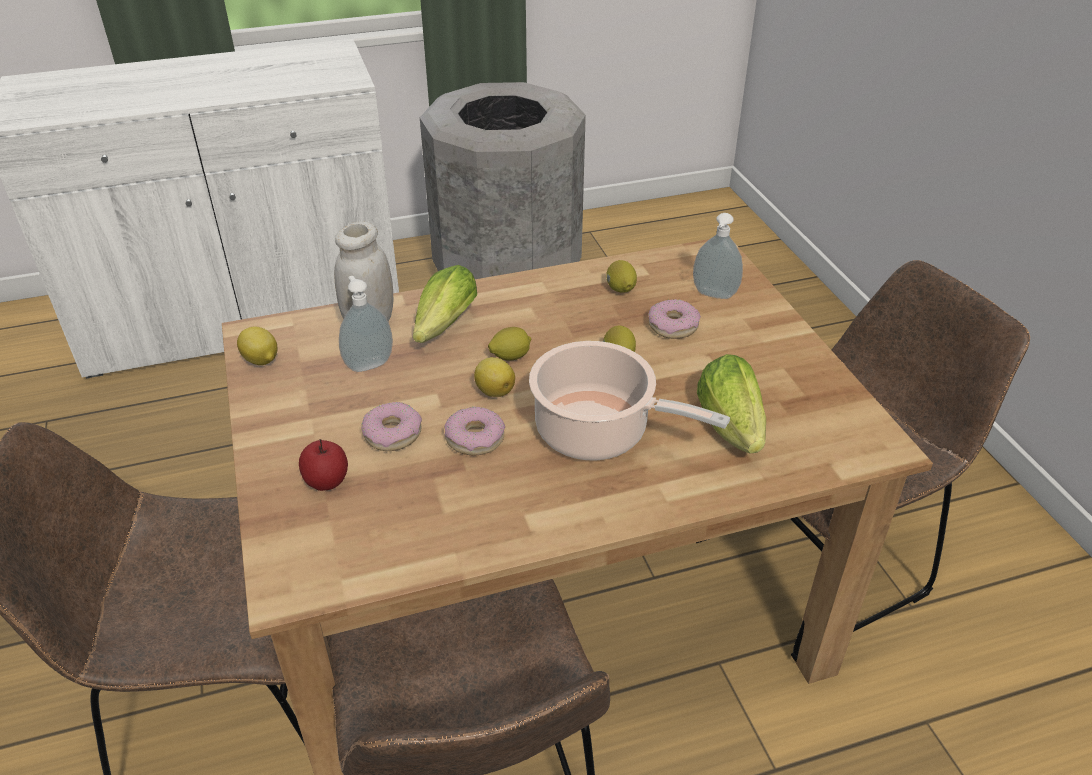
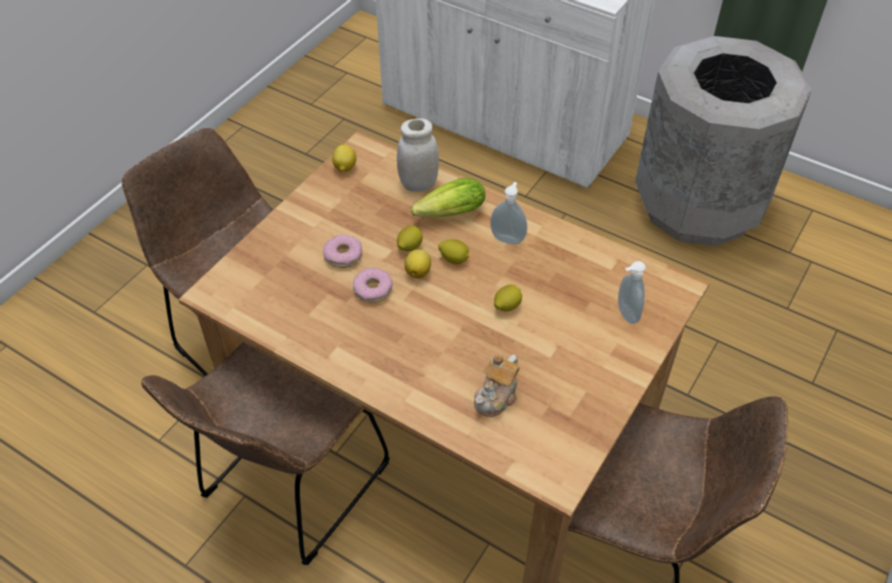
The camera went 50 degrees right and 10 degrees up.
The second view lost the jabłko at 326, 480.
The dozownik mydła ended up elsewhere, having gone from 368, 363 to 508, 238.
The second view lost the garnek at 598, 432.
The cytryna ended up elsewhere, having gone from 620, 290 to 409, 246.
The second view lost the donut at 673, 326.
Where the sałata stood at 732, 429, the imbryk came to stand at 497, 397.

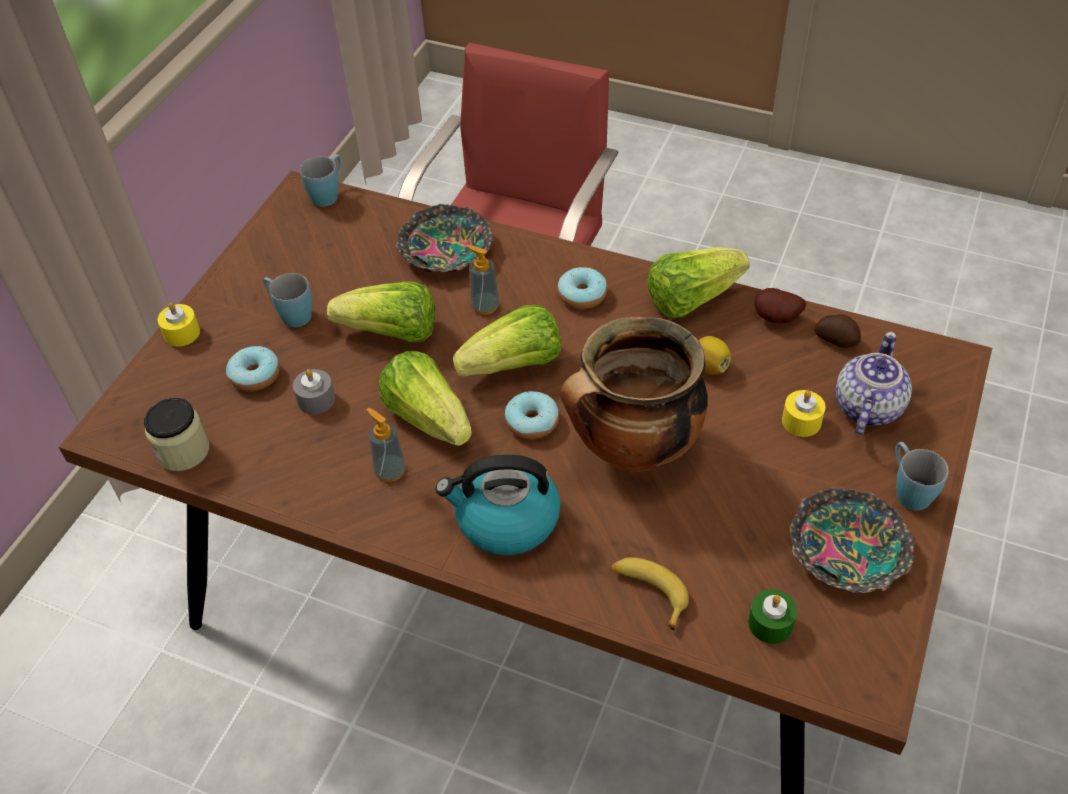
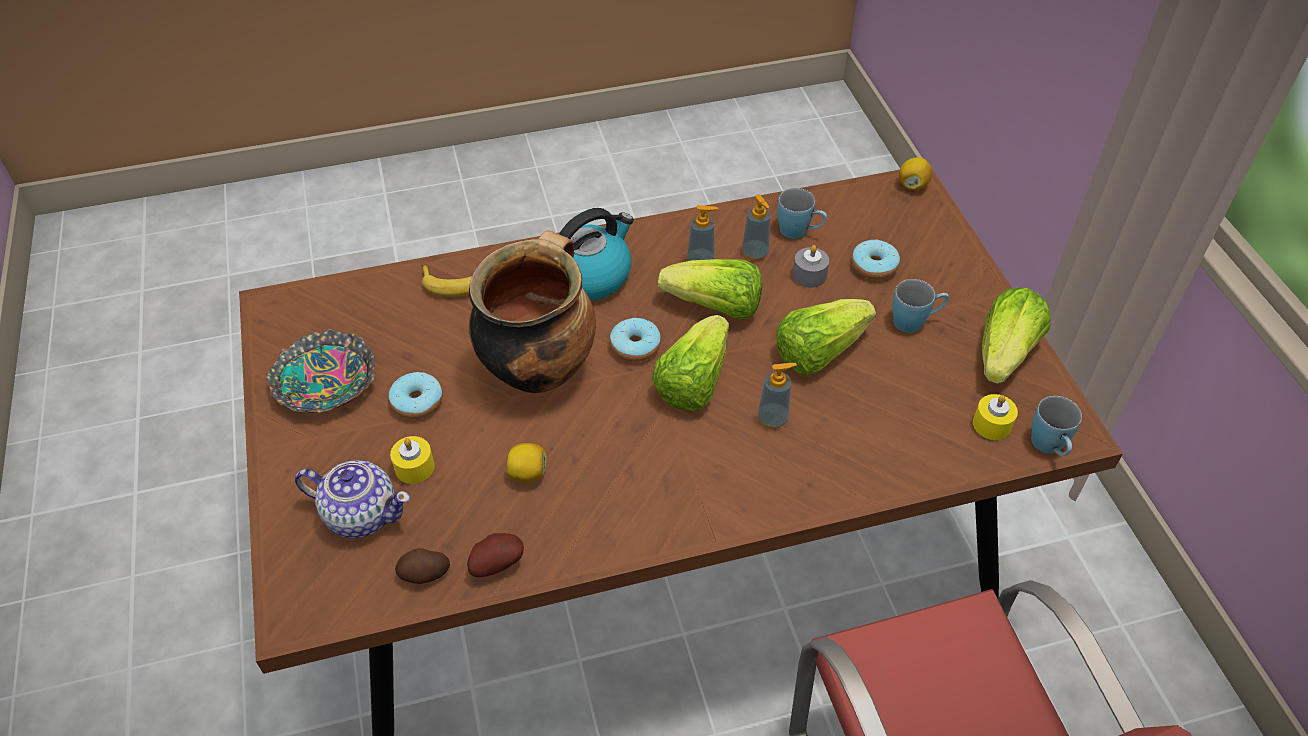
The camera went 140 degrees right and 0 degrees up.
The second view lost the słoik at 183, 451.
The świeca (żółty) ended up elsewhere, having gone from 182, 333 to 992, 424.
The second view lost the miska at 446, 251.
The donut ended up elsewhere, having gone from 582, 295 to 417, 402.
The sałata ended up elsewhere, having gone from 691, 299 to 1005, 353.
The second view lost the świeca (zielony) at 770, 623.
The imbryk at 866, 407 ended up facing another way, 60 degrees counterclockwise from before.
The kubek (niebieski) ended up elsewhere, having gone from 908, 490 to 799, 232.
The second view gained the dozownik mydła at 755, 253.
The second view gained the cytryna at 912, 185.

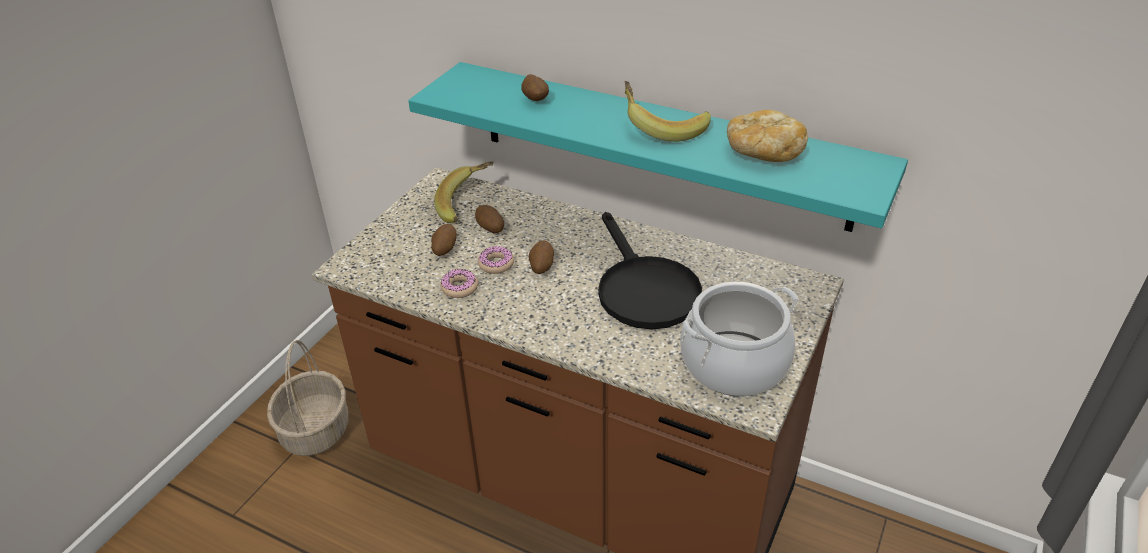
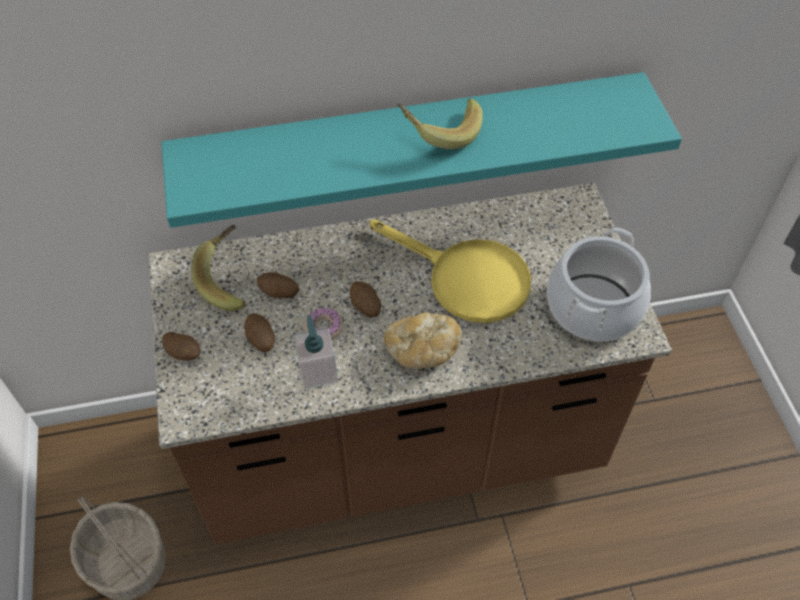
The camera went 40 degrees left and 15 degrees up.
Where the donut stood at 459, 288, the dozownik mydła came to stand at 318, 371.
The ziemniak ended up elsewhere, having gone from 535, 100 to 184, 353.
What was the patelnia (czarny) at 643, 288 turned into the patelnia (żółty) at 466, 279.
The chleb ended up elsewhere, having gone from 762, 153 to 421, 350.

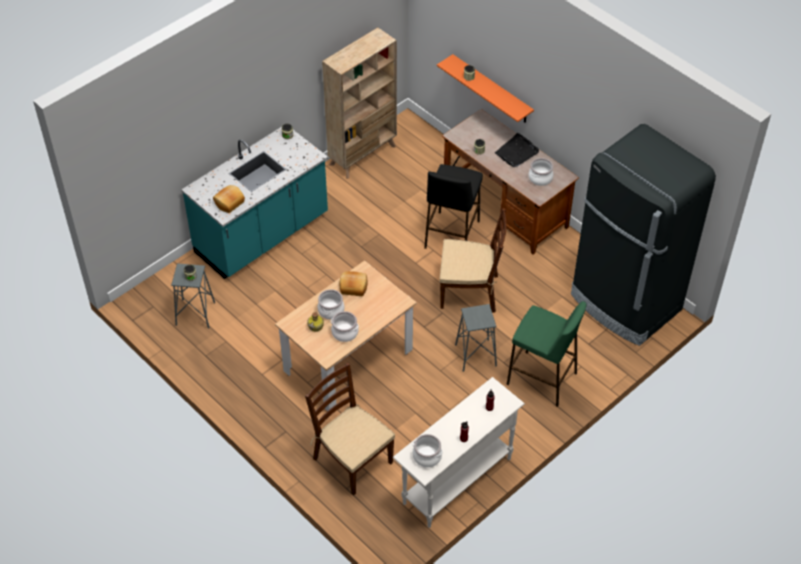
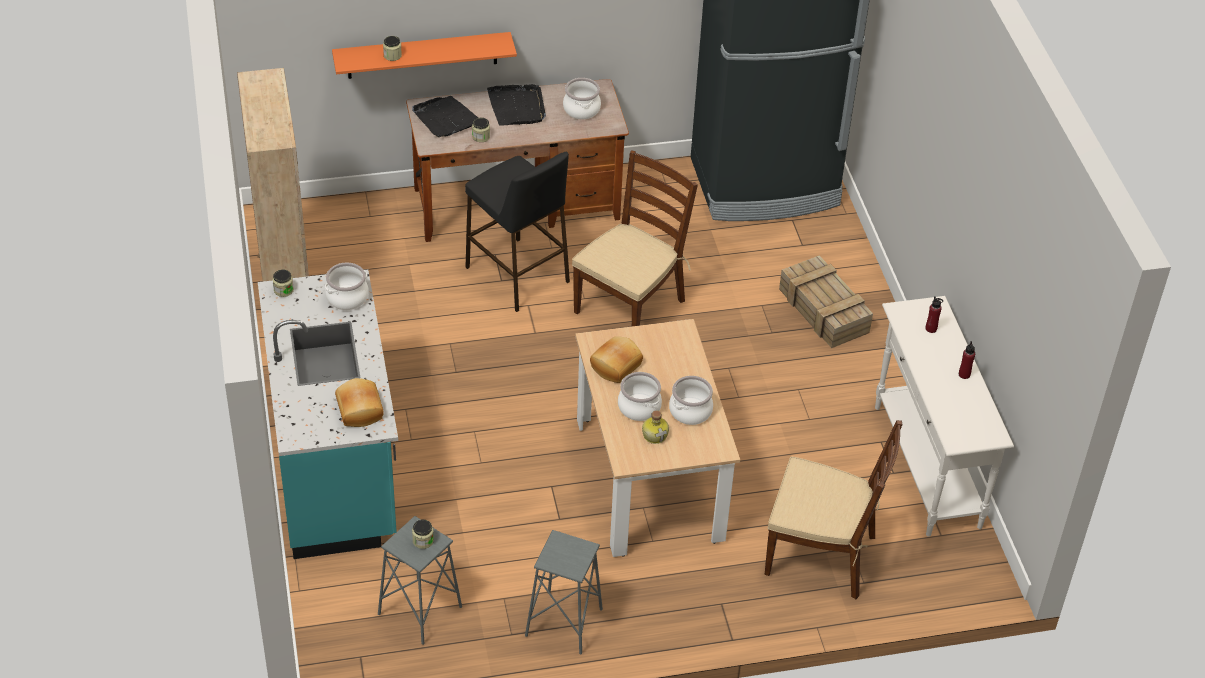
The camera went 60 degrees left and 5 degrees down.
The krzesło (brązowy) at 352, 460 ended up facing another way, 150 degrees counterclockwise from before.
The garnek ended up elsewhere, having gone from 427, 456 to 347, 297.
The stołek (szary) ended up elsewhere, having gone from 475, 355 to 564, 623.
Where the stołek (zielony) stood at 542, 379, the skrzynka came to stand at 825, 311.
The second view gained the taca (czarny) at 446, 119.

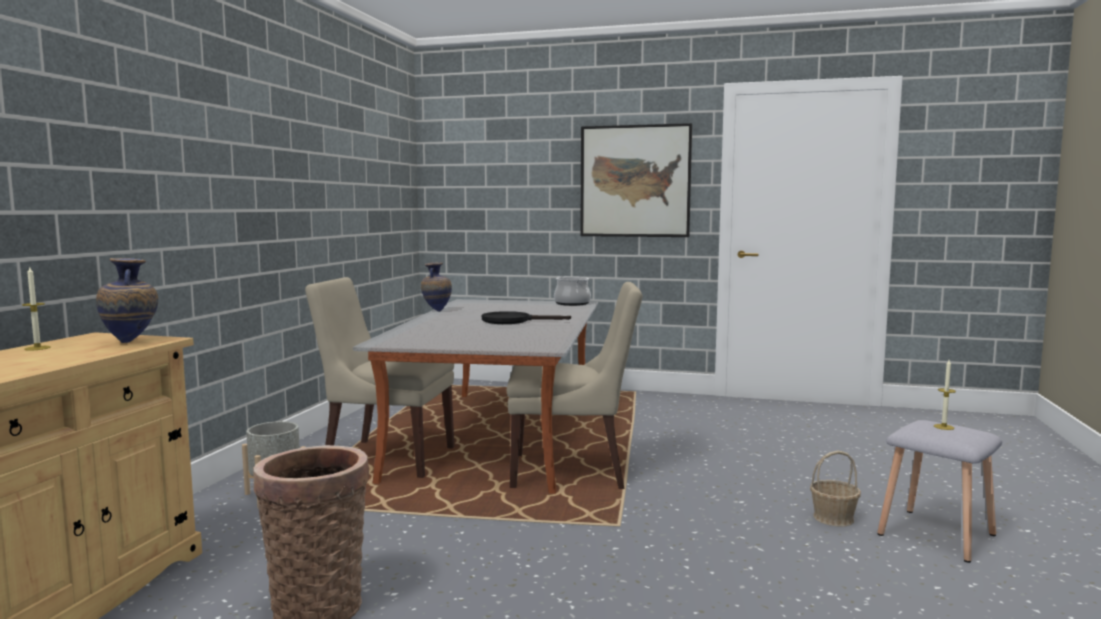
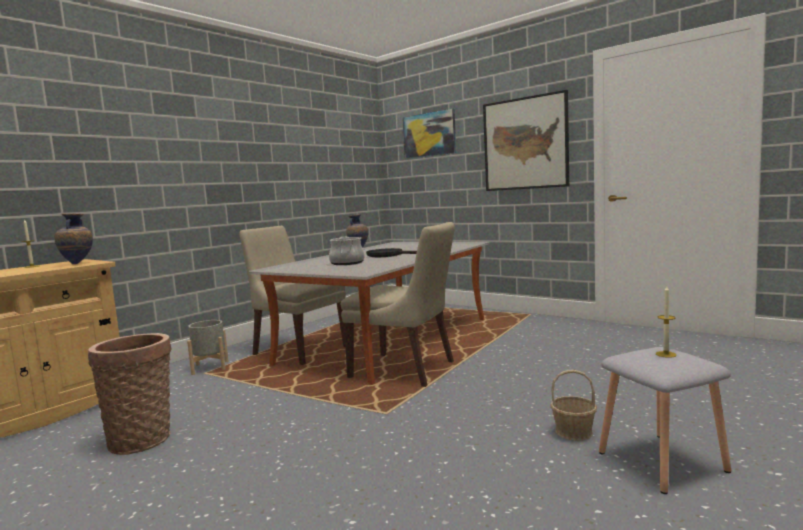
The camera went 25 degrees right and 0 degrees up.
The garnek ended up elsewhere, having gone from 572, 303 to 347, 263.
The second view gained the obraz at 429, 134.

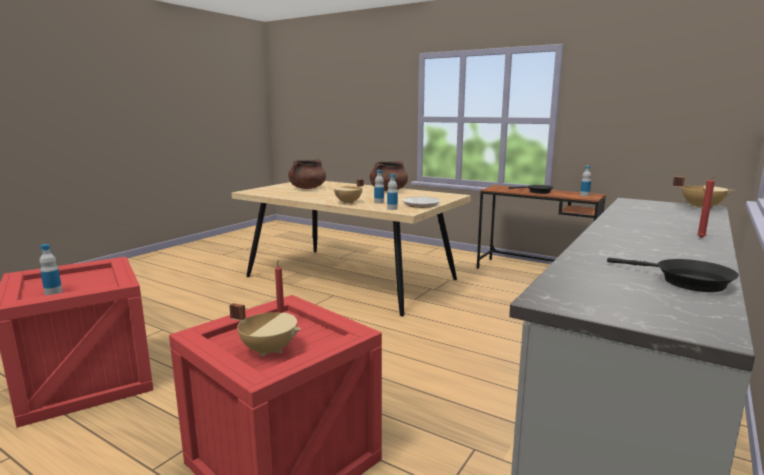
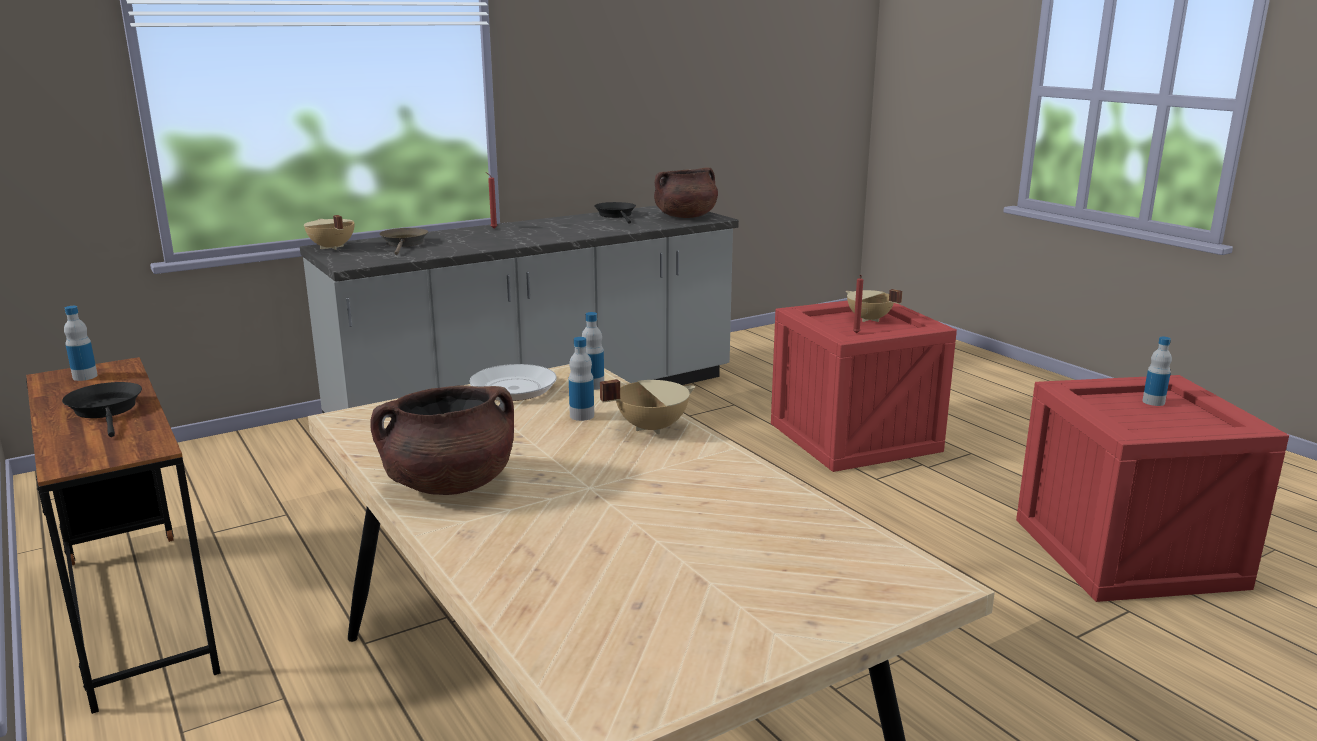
The camera went 155 degrees left and 5 degrees up.
The garnek (brązowy) ended up elsewhere, having gone from 307, 188 to 685, 216.
The second view gained the patelnia (brązowy) at 404, 244.

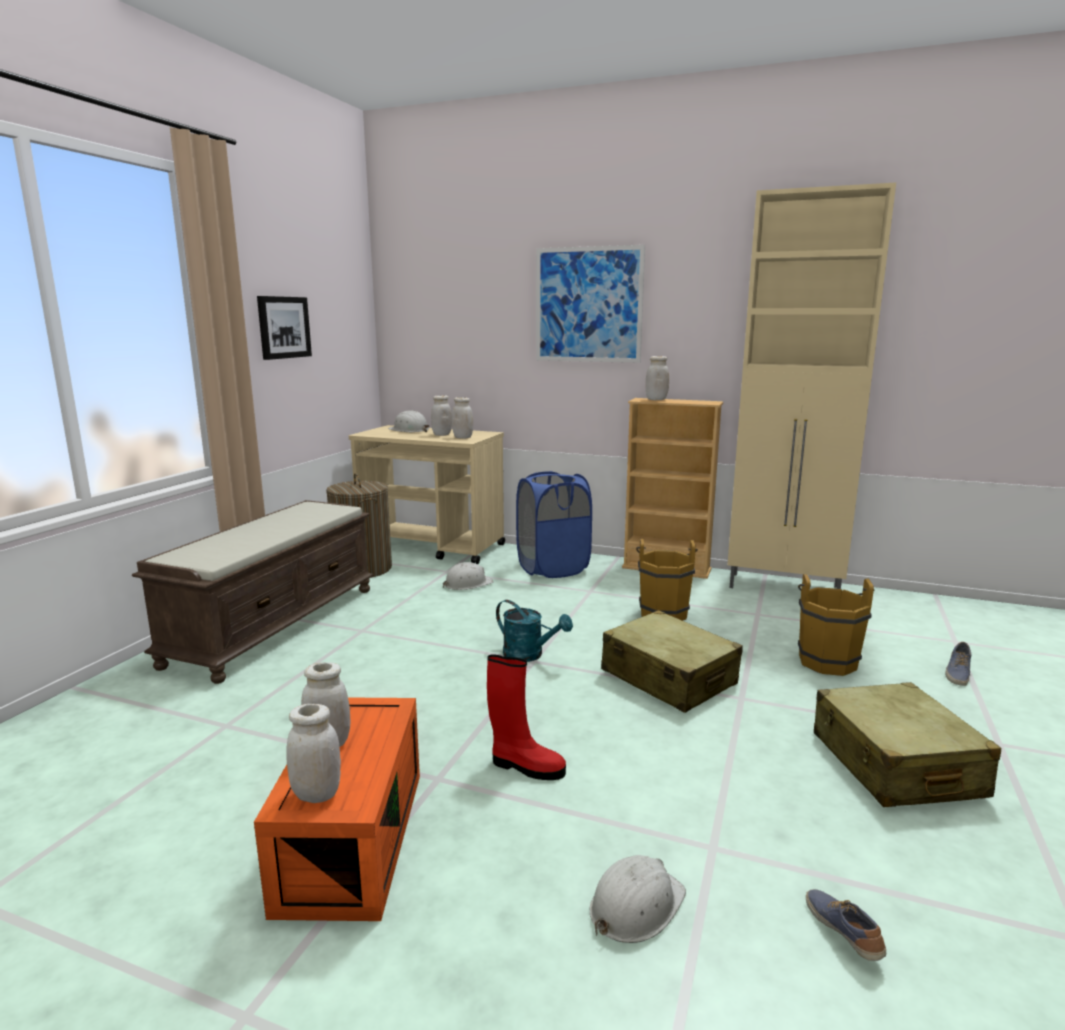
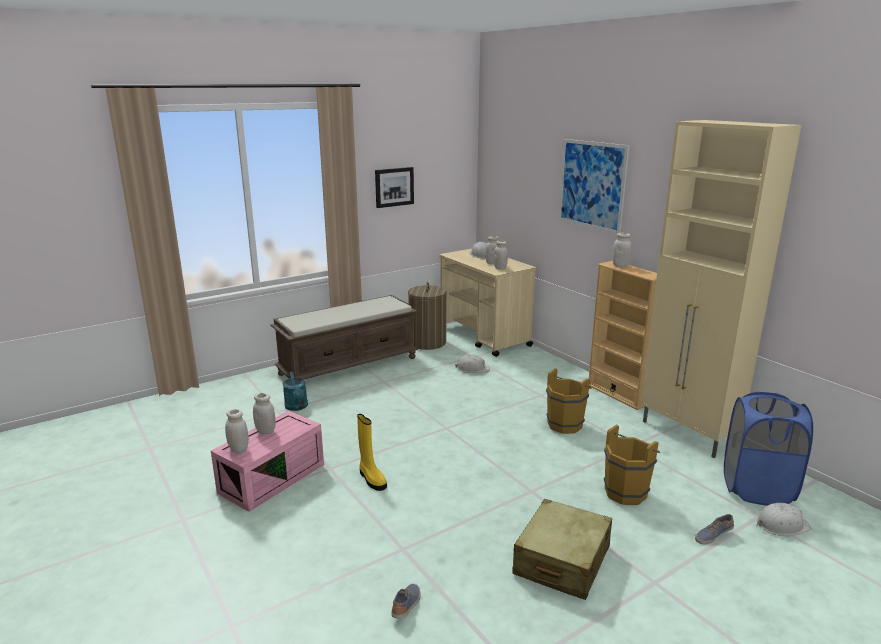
The camera went 35 degrees right and 5 degrees up.
What was the pojemnik do przechowywania (pomarańczowy) at 350, 836 turned into the pojemnik do przechowywania (różowy) at 272, 477.
What was the but z cholewką (czerwony) at 526, 767 turned into the but z cholewką (żółty) at 371, 479.
The konewka (turkusowy) ended up elsewhere, having gone from 529, 655 to 297, 407.
The kosz na pranie (niebieski) ended up elsewhere, having gone from 553, 568 to 757, 489.
The kask (biały) ended up elsewhere, having gone from 635, 906 to 781, 525.
The second view lost the walizka (beżowy) at 668, 678.

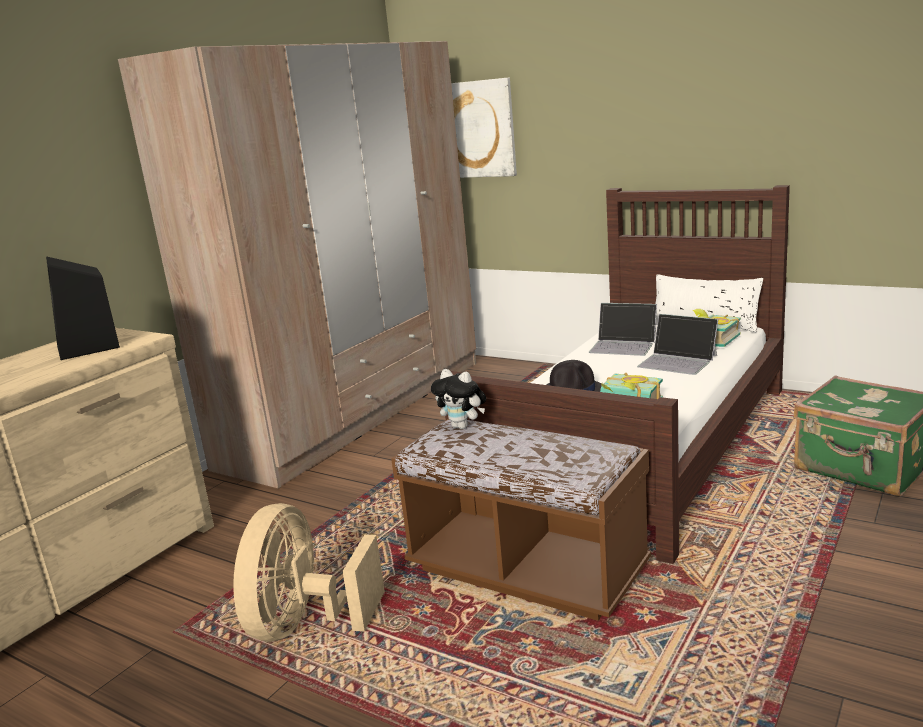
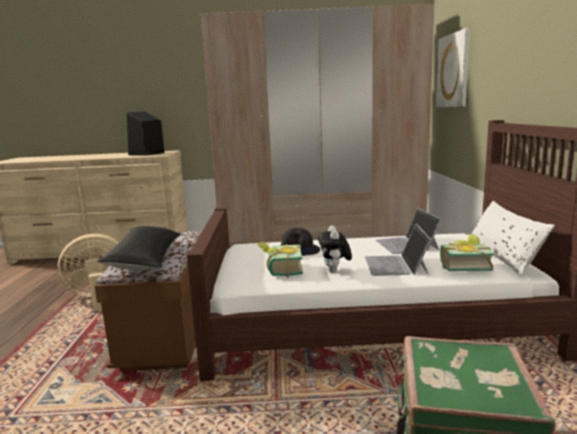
The camera went 55 degrees right and 5 degrees down.
The pluszak ended up elsewhere, having gone from 463, 426 to 335, 271.
The second view gained the poduszka (czarny) at 145, 259.

